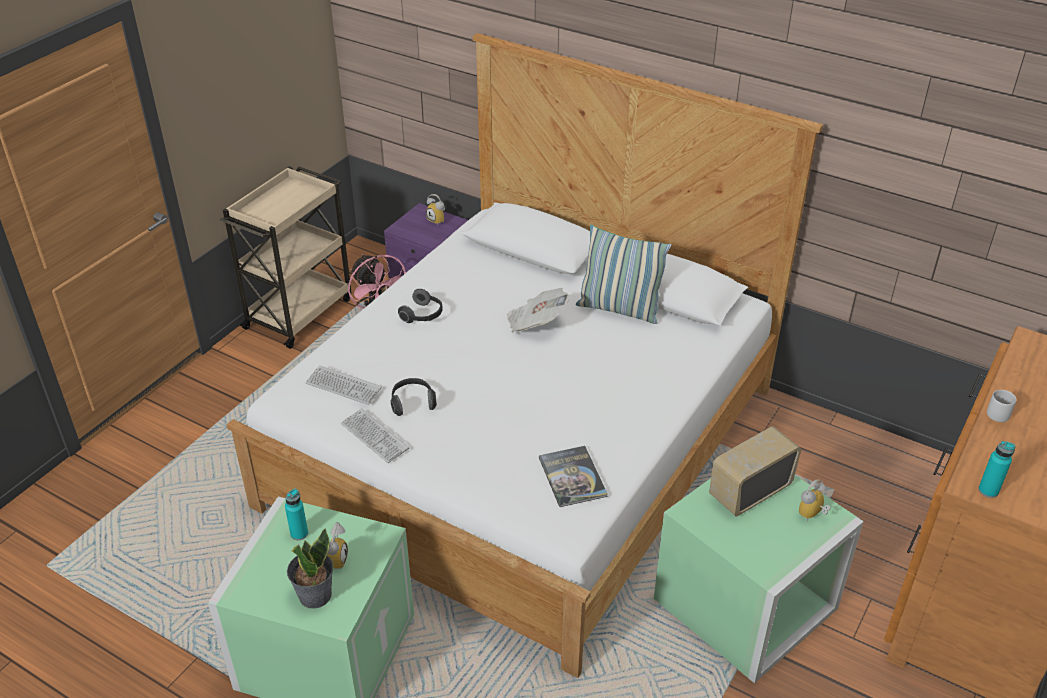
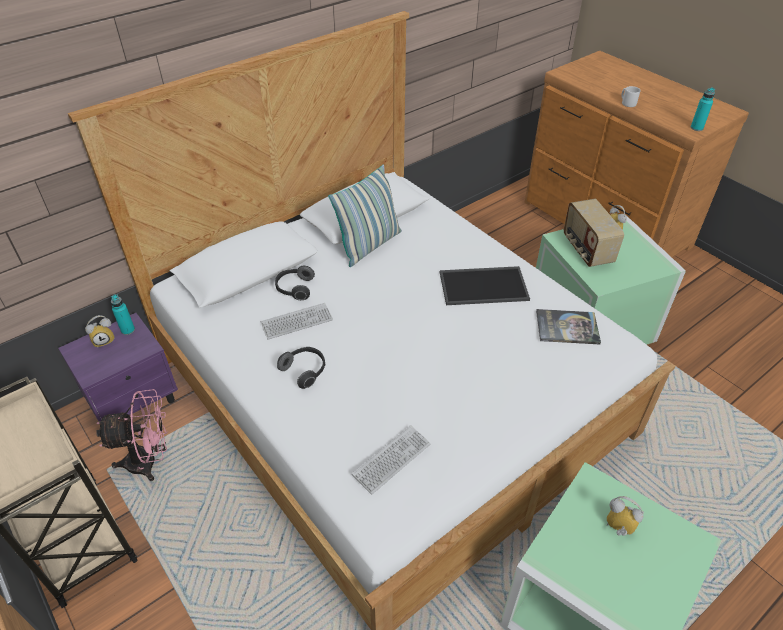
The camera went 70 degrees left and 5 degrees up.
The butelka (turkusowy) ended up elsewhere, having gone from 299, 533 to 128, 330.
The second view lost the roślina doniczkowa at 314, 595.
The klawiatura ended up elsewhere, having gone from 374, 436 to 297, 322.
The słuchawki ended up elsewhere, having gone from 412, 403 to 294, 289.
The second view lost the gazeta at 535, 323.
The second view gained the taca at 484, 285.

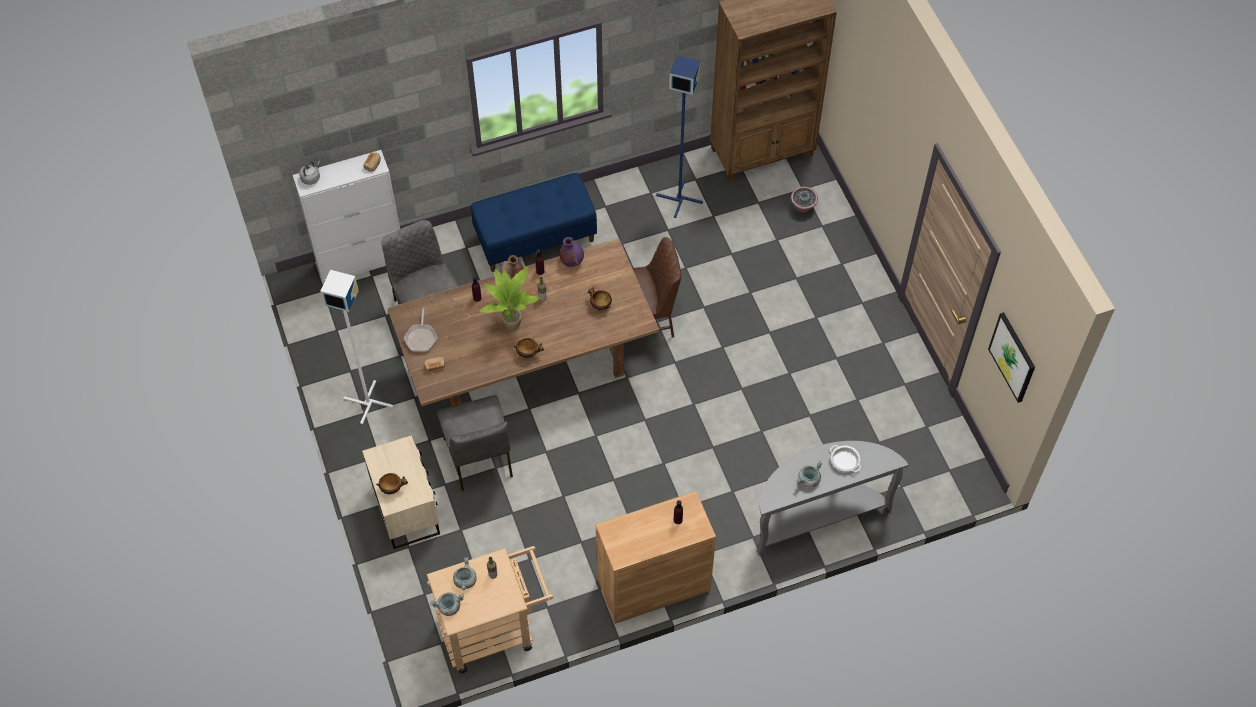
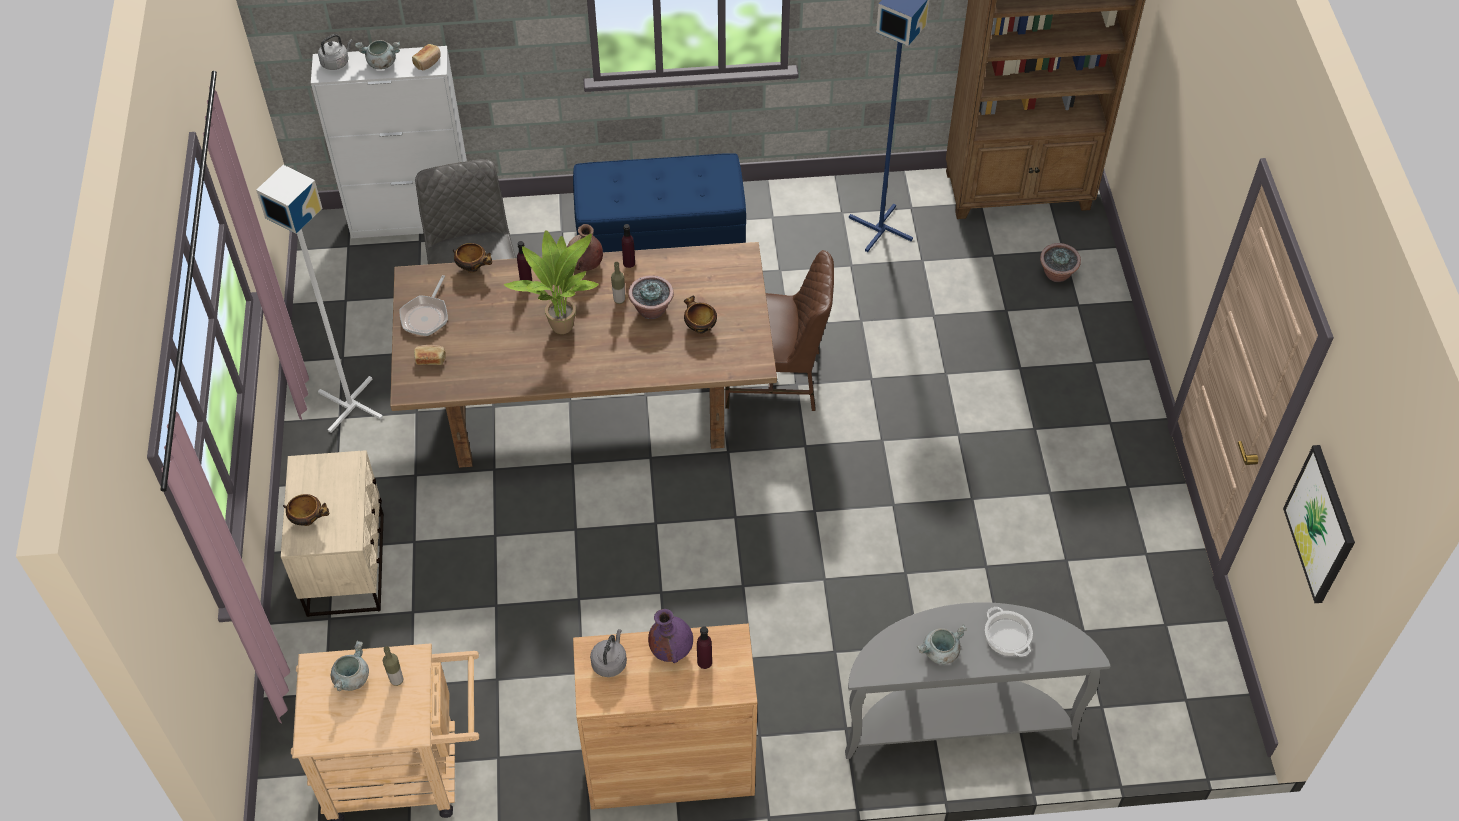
The camera went 15 degrees right and 5 degrees down.
The garnek (szary) ended up elsewhere, having gone from 448, 607 to 381, 63.
The second view lost the krzesło (szary) at 479, 458.
The miska ended up elsewhere, having gone from 528, 354 to 473, 268.
The wazon (fioletowy) ended up elsewhere, having gone from 571, 260 to 670, 648.
The second view gained the czajnik (szary) at 610, 662.
The second view gained the roślina doniczkowa at 651, 309.

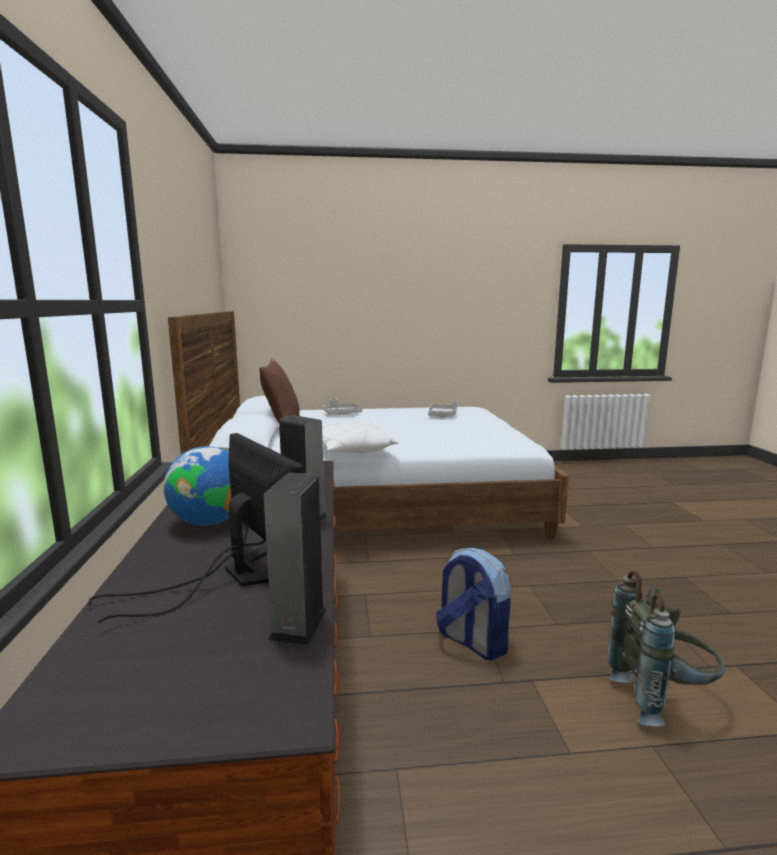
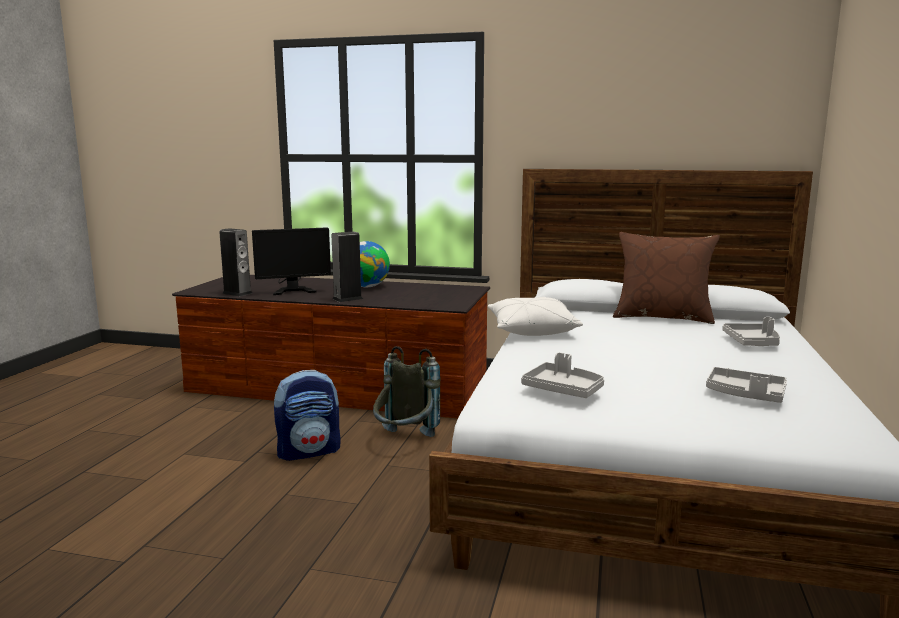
The camera went 110 degrees right and 0 degrees up.
The plecak (szary) ended up elsewhere, having gone from 660, 698 to 405, 441.
The second view gained the taca (szary) at 563, 390.

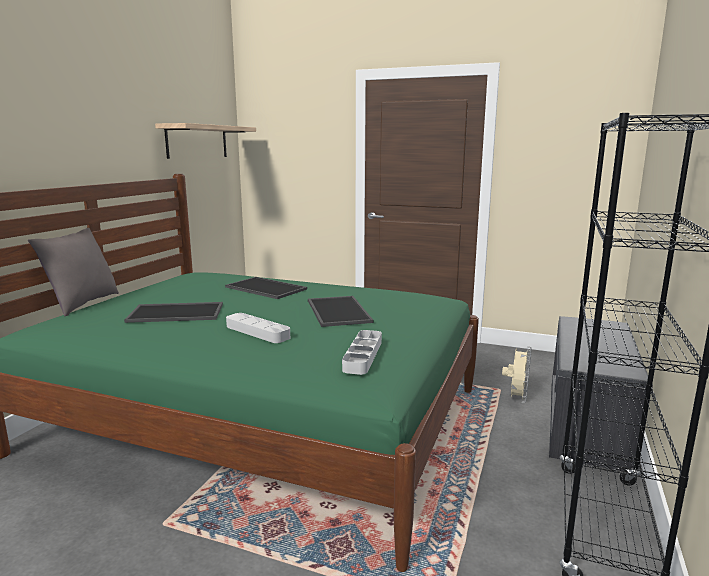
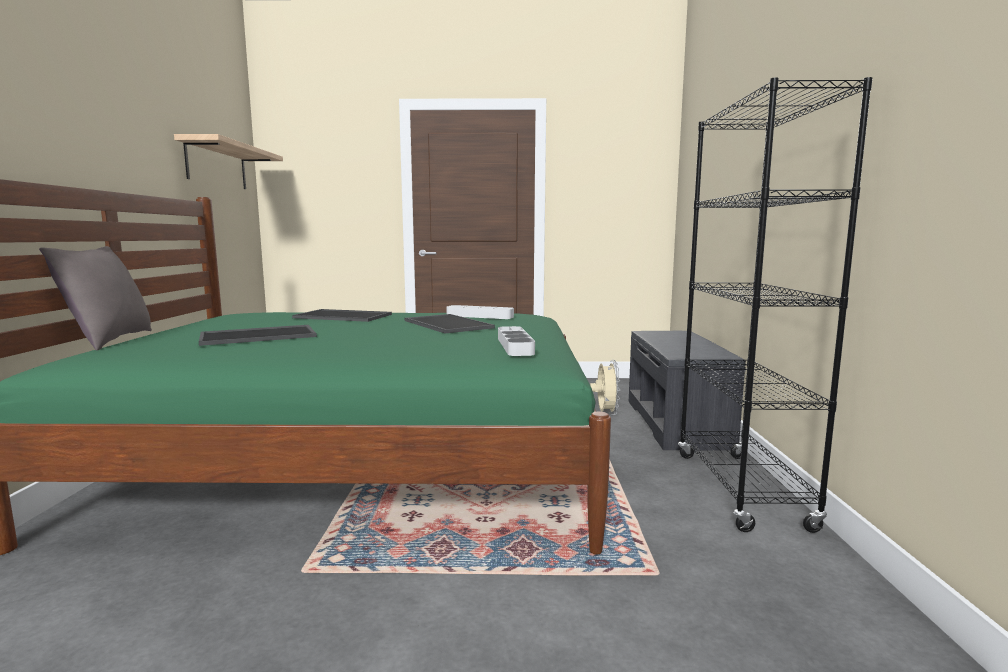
The camera went 20 degrees left and 5 degrees down.
The taca (szary) ended up elsewhere, having gone from 257, 332 to 479, 316.

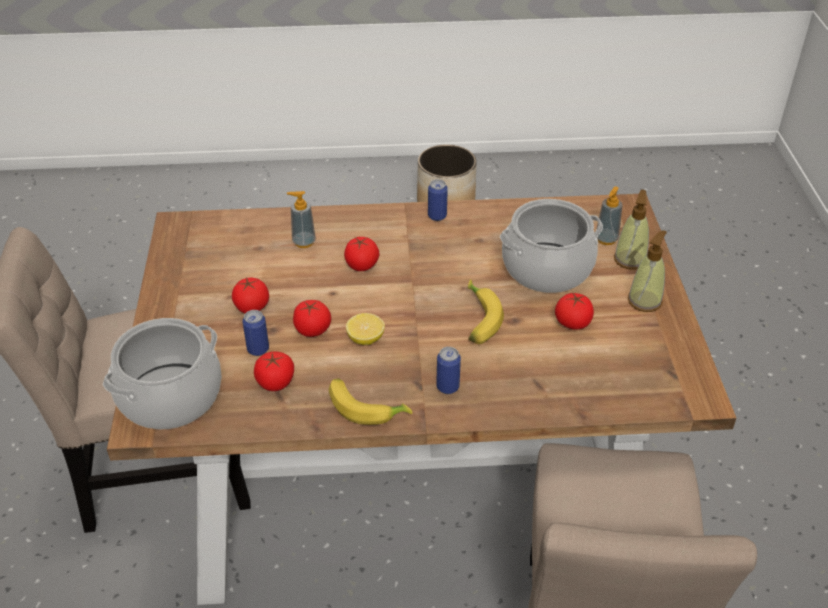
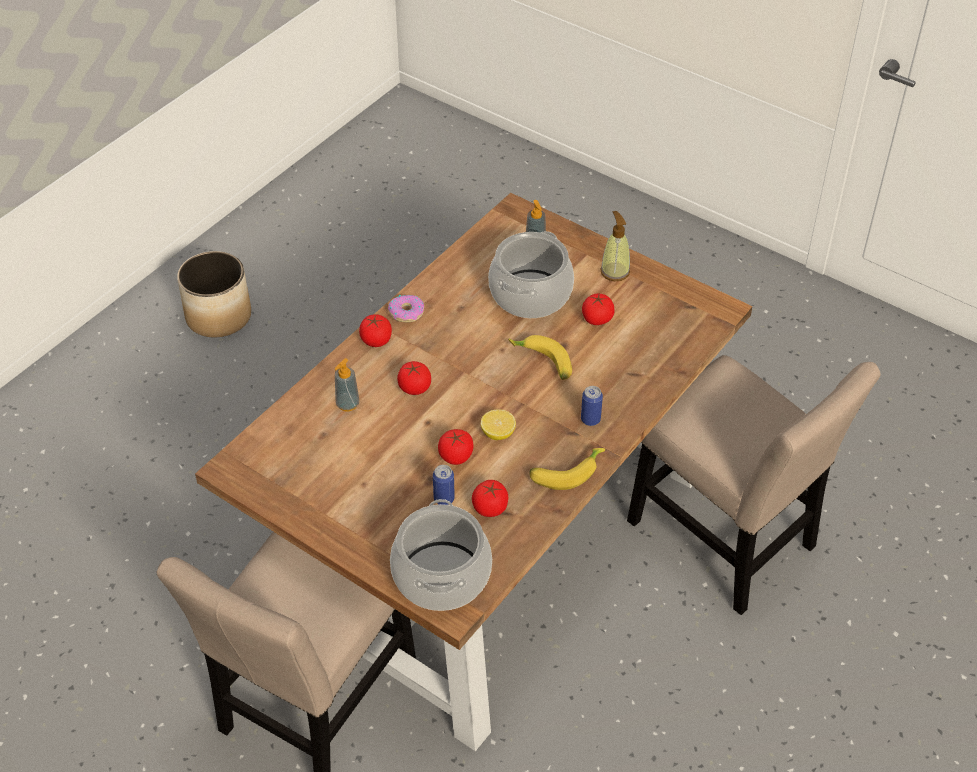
The camera went 50 degrees left and 5 degrees up.
The pomidor ended up elsewhere, having gone from 251, 307 to 376, 340.
Where the puszka stood at 437, 216, the donut came to stand at 406, 312.
The second view lost the dozownik mydła at 630, 259.

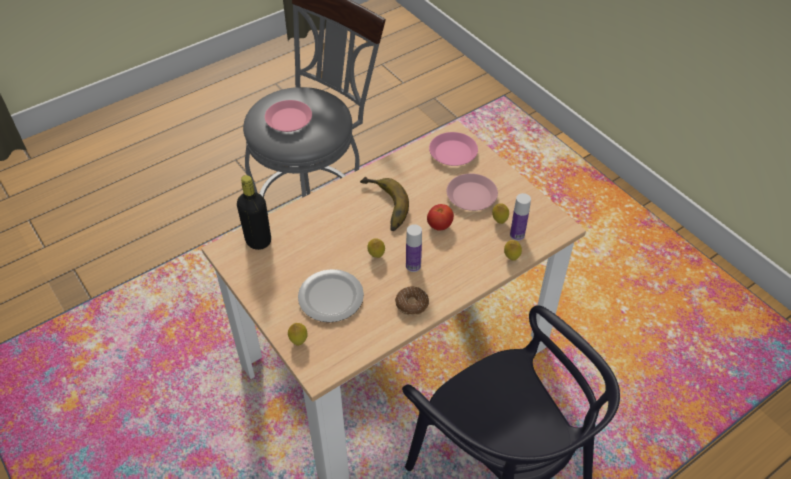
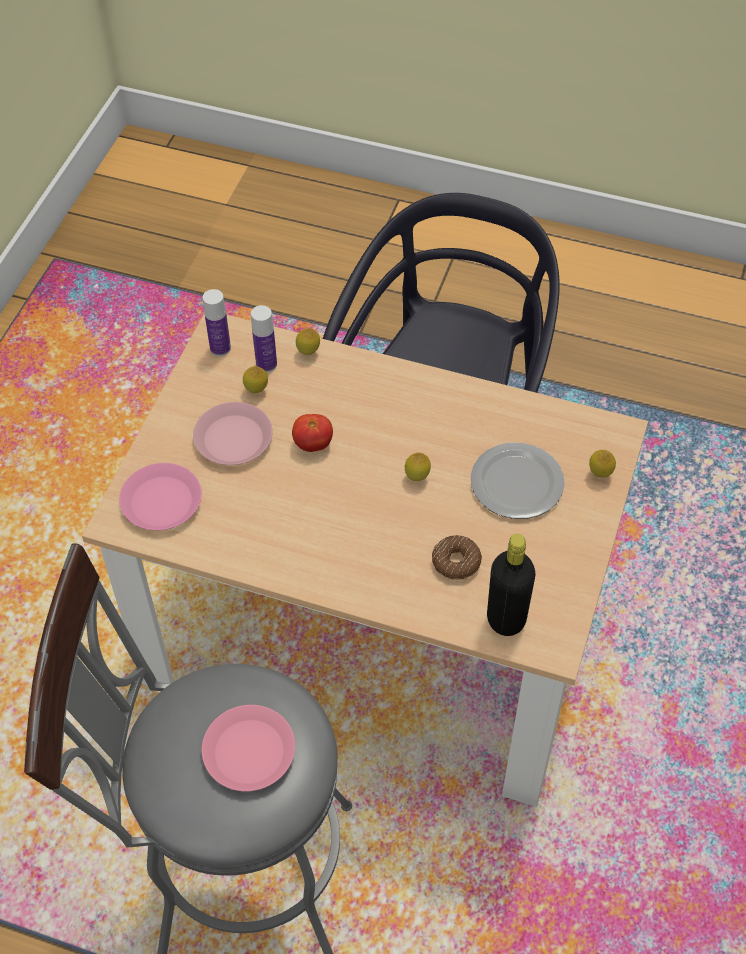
The camera went 125 degrees left and 5 degrees up.
The second view lost the banan at 382, 207.
The donut ended up elsewhere, having gone from 412, 304 to 456, 562.
The butelka ended up elsewhere, having gone from 413, 266 to 220, 348.

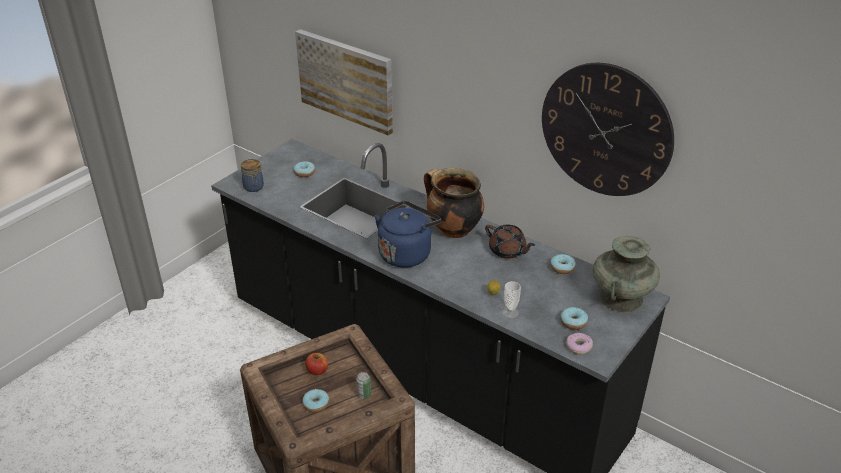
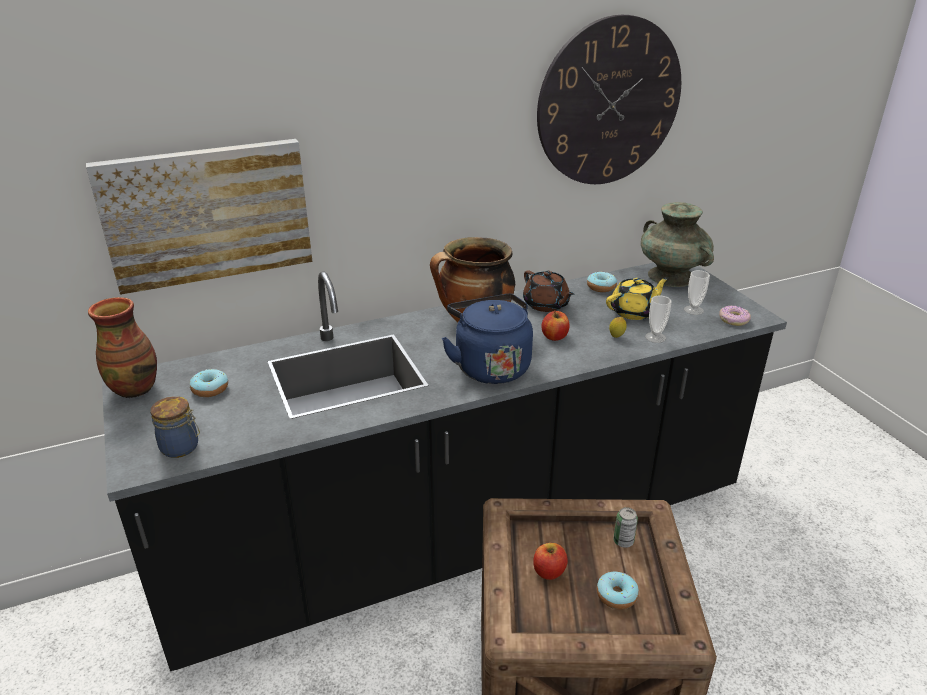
The camera went 60 degrees left and 5 degrees down.
The imbryk (brązowy) at 507, 251 ended up facing another way, 75 degrees clockwise from before.
Where the donut stood at 573, 322, the filiżanka came to stand at 693, 310.
The second view gained the wazon at 135, 388.
The second view gained the jabłko at 554, 336.
The second view gained the imbryk (żółty) at 634, 312.

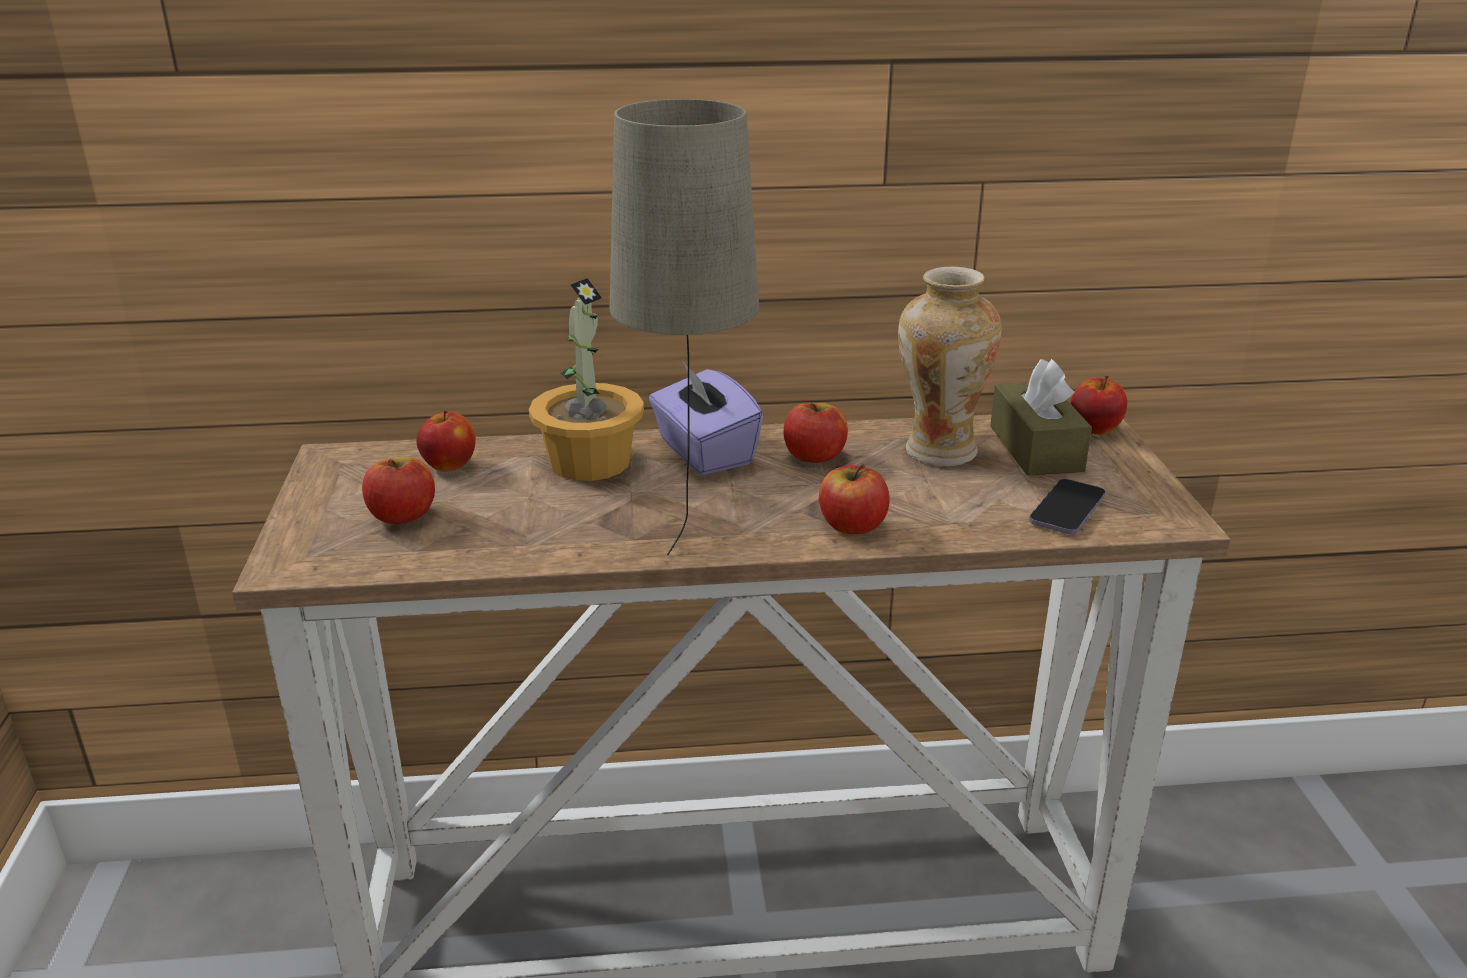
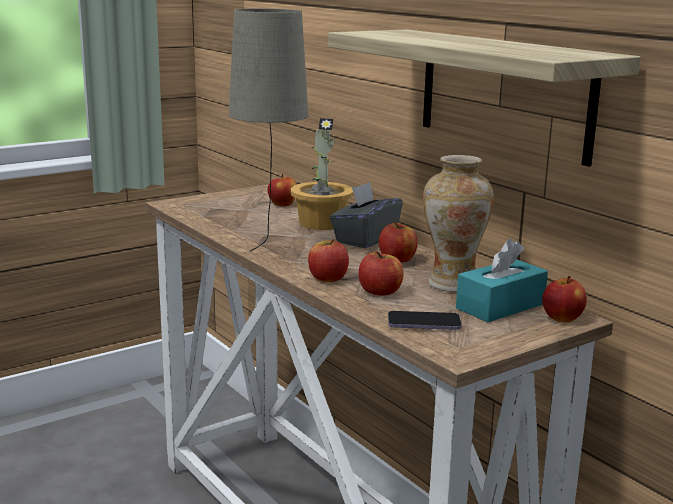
The camera went 60 degrees right and 10 degrees down.
The jabłko ended up elsewhere, having gone from 402, 515 to 380, 292.
What was the pudełko chusteczek (fioletowy) at 704, 452 turned into the pudełko chusteczek (szary) at 365, 239.
What was the pudełko chusteczek (brązowy) at 1035, 448 turned into the pudełko chusteczek (turkusowy) at 500, 306.
The second view gained the półka at 503, 93.

